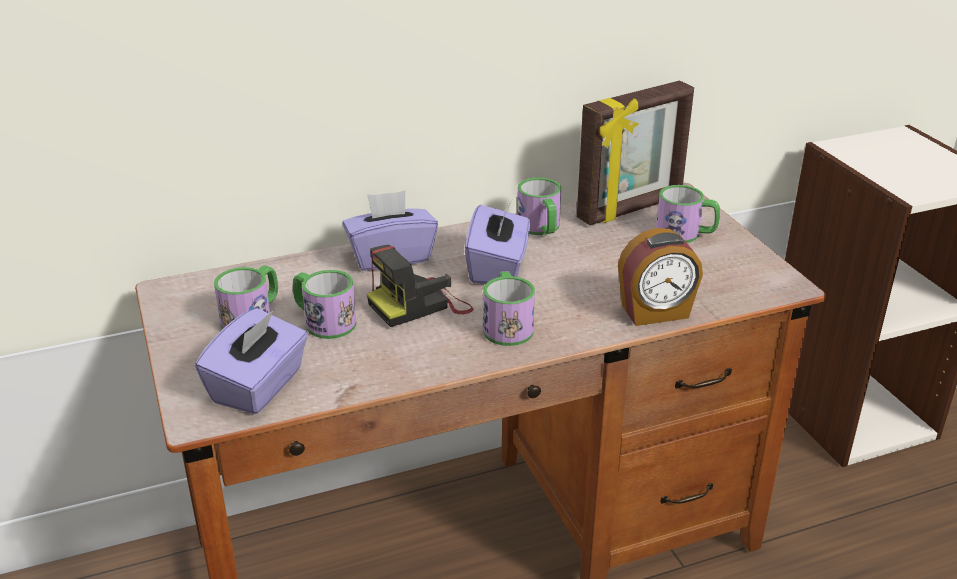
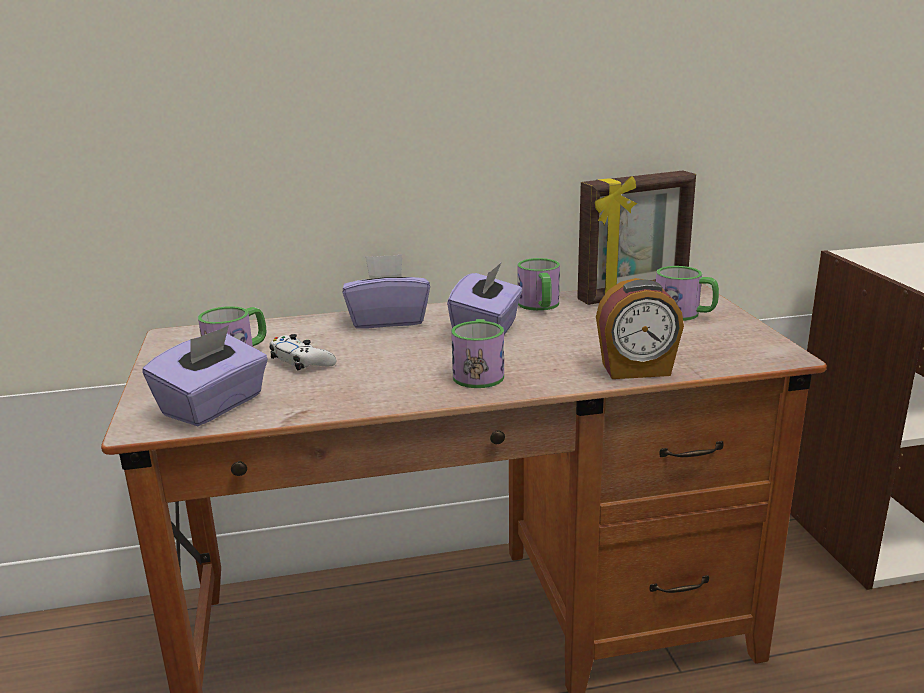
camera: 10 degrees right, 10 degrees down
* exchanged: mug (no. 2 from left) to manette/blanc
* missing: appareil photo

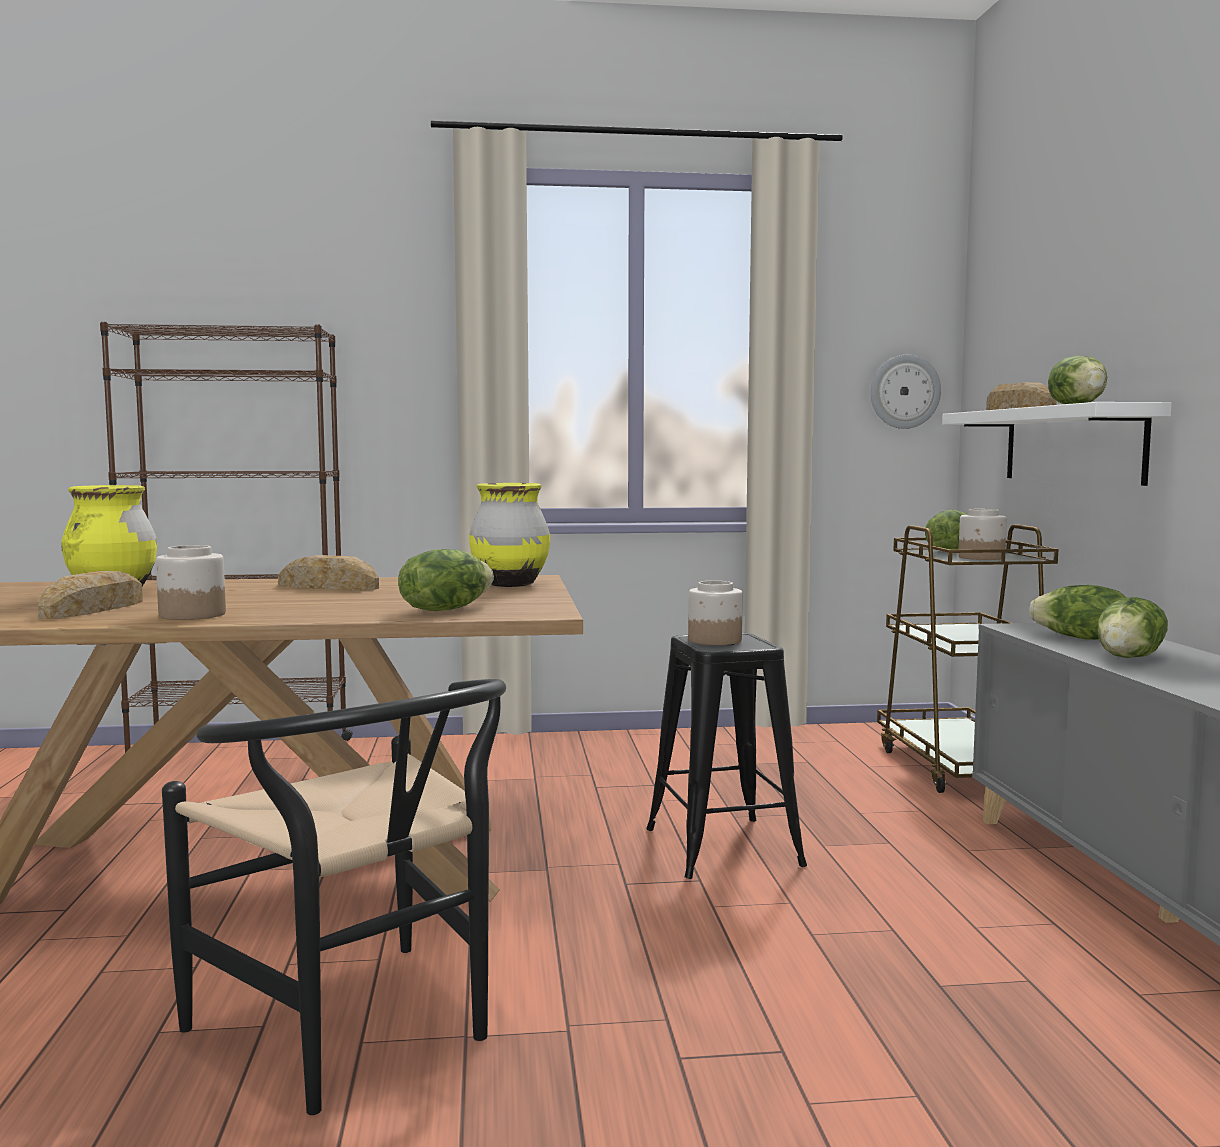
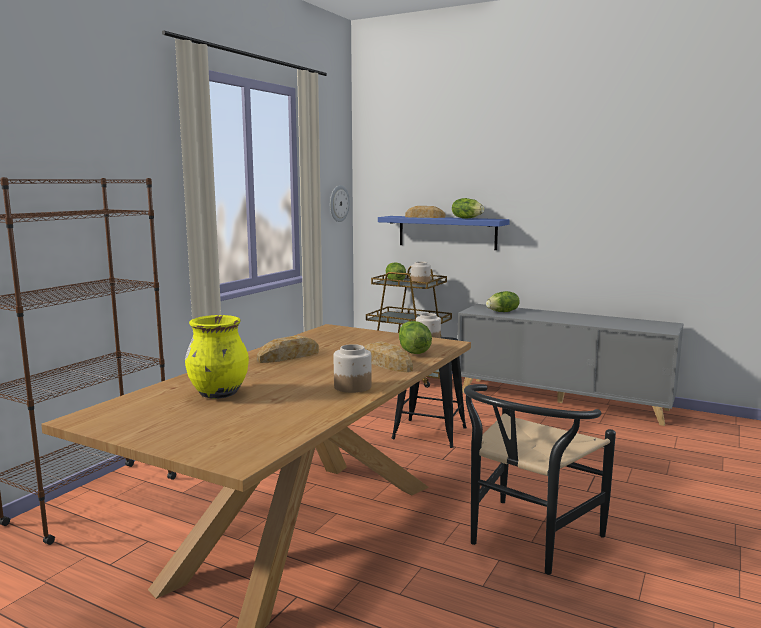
camera: 55 degrees left, 5 degrees up
* relocated: pain (no. 1 from left in the first image) to pain (no. 2 from left)
* spun: chaise/noir 135 degrees clockwise
* missing: vase/jaune (no. 2 from left)
* colour: étagère/blanc to étagère/bleu
* missing: laitue (no. 5 from left)

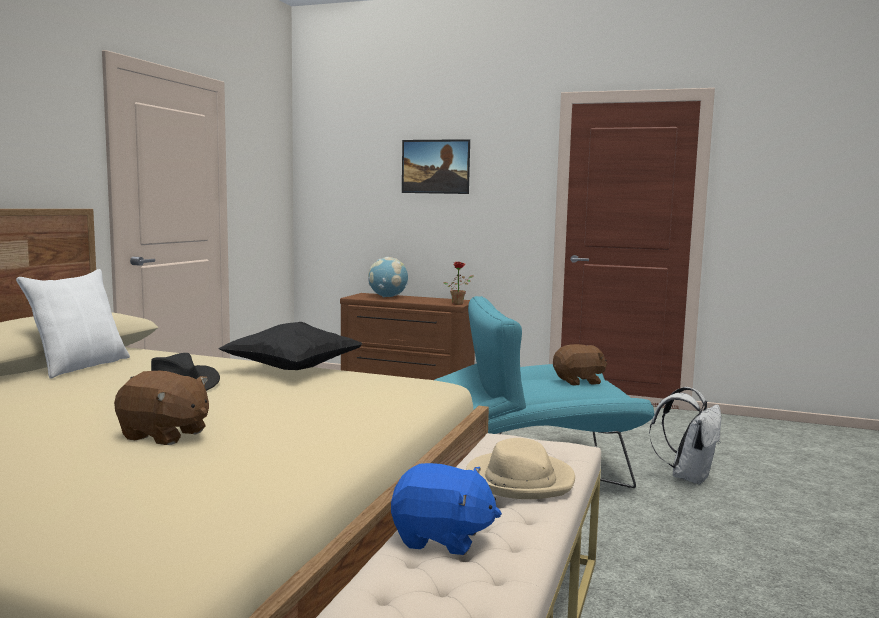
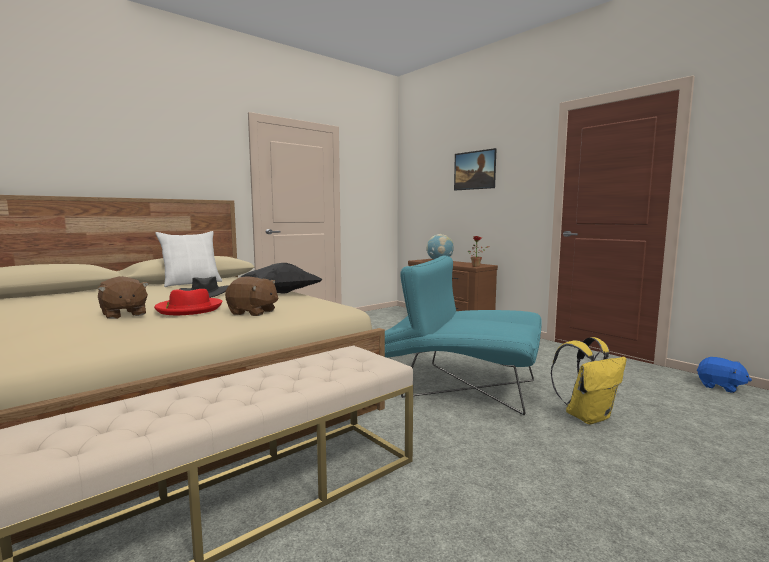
camera: 30 degrees right, 0 degrees up
* relocated: peluche/bleu
* missing: chapeau/beige
* relocated: peluche/marron (no. 2 from left)
* colour: sac à dos/blanc to sac à dos/jaune
* appeared: chapeau/rouge

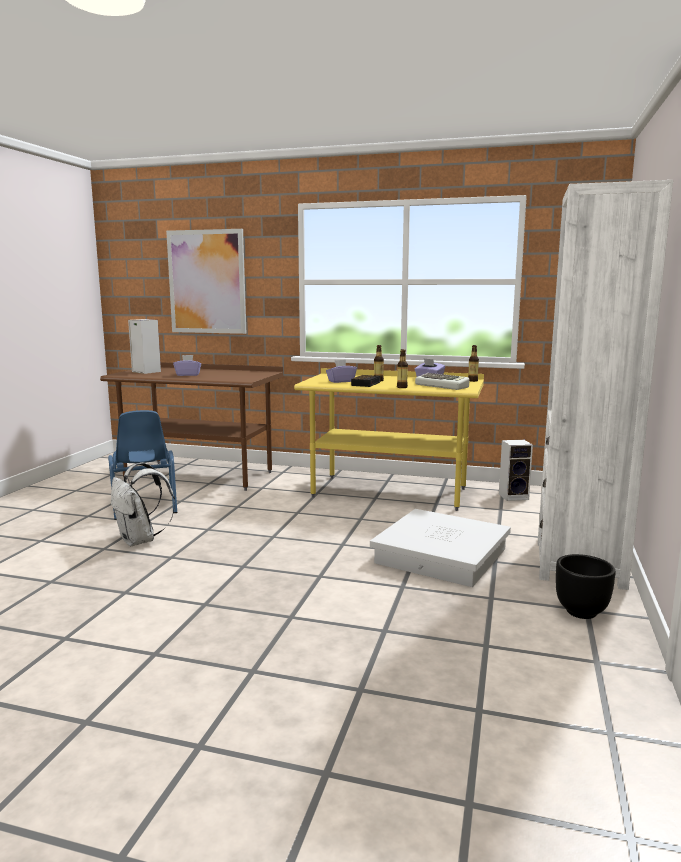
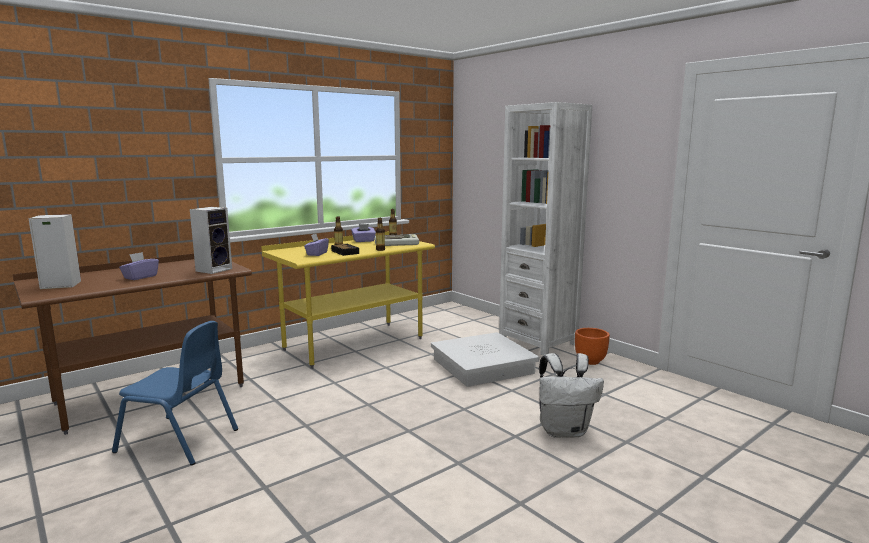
camera: 55 degrees left, 0 degrees up
* relocated: sac à dos/blanc
* missing: tableau
* relocated: enceinte (no. 2 from left)
* colour: cache-pot/noir to cache-pot/orange

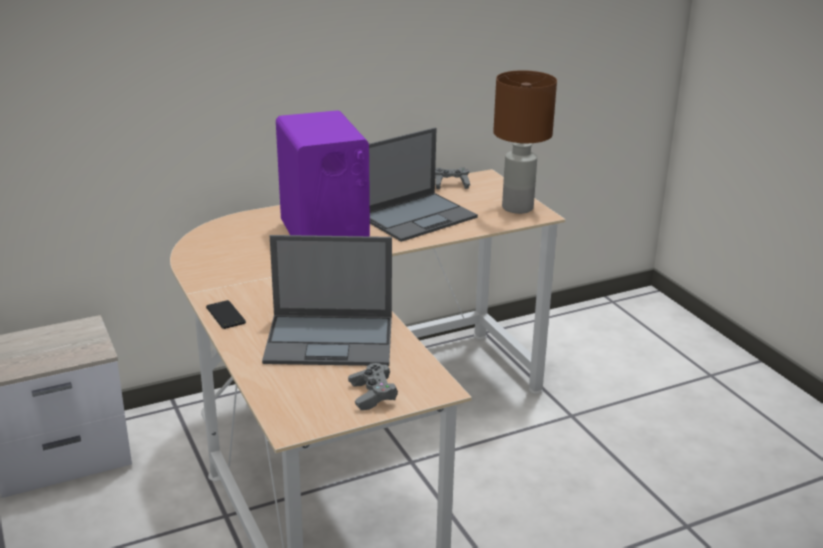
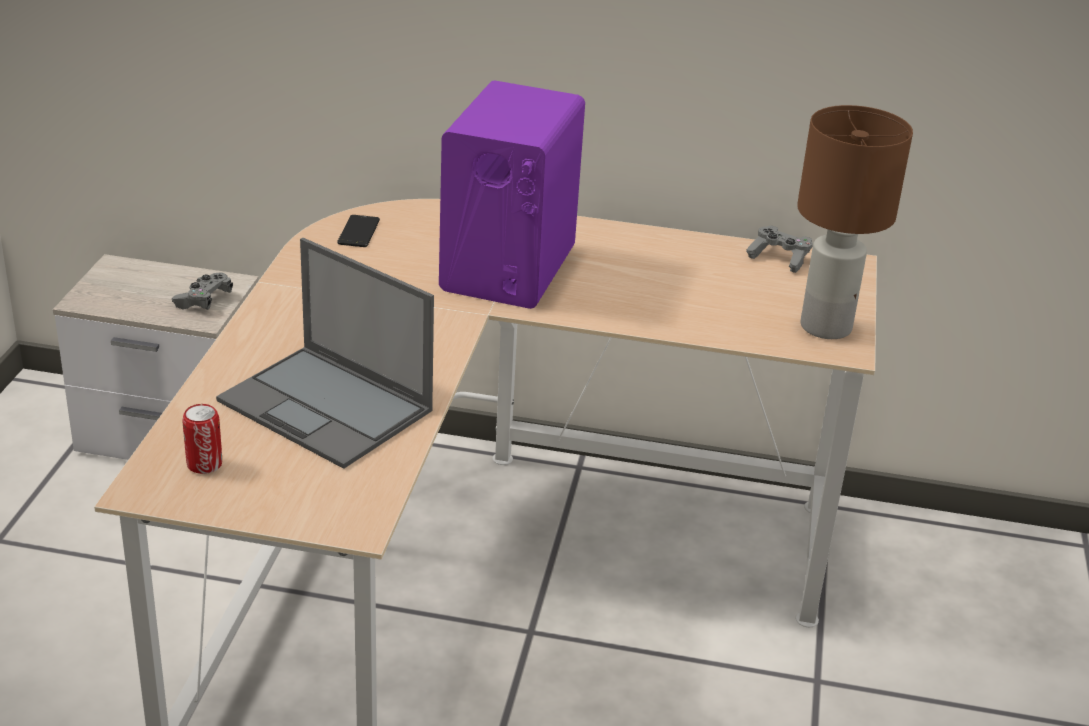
camera: 35 degrees right, 5 degrees up
* relocated: téléphone
* relocated: manette/gris (no. 1 from left)
* missing: ordinateur portable (no. 2 from left)
* appeared: boîte métallique

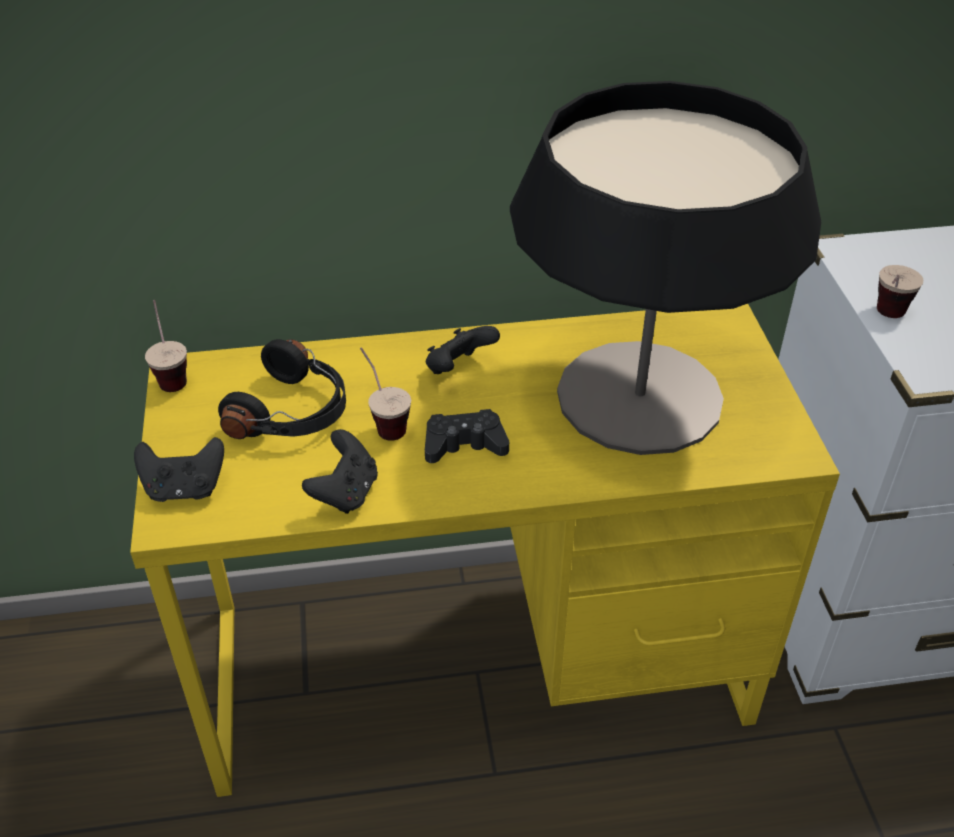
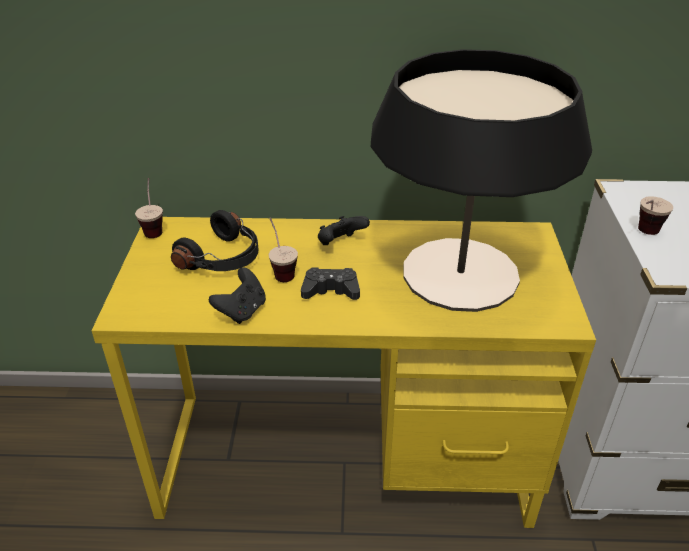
camera: 10 degrees right, 5 degrees down
* missing: manette/noir (no. 1 from left)

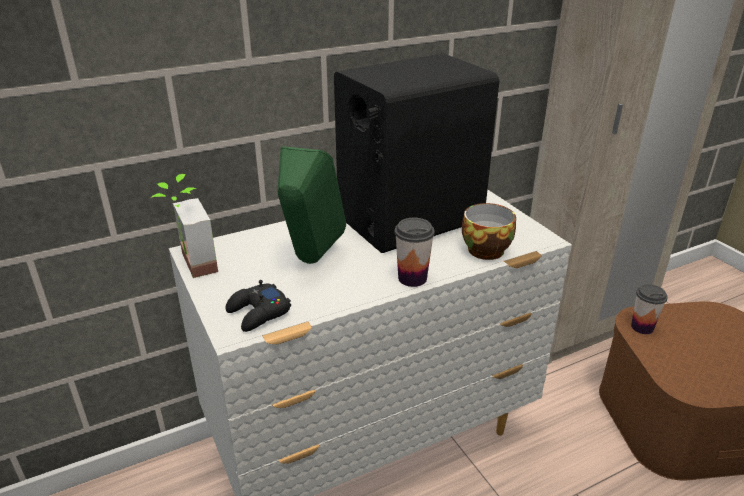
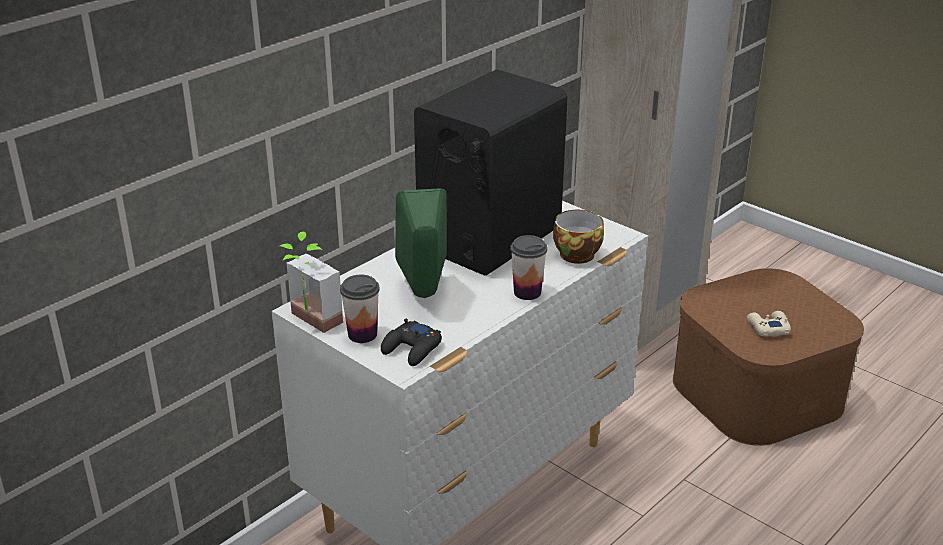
camera: 20 degrees left, 0 degrees up
* relocated: tasse (no. 3 from left in the first image) to tasse (no. 1 from left)
* appeared: manette/beige

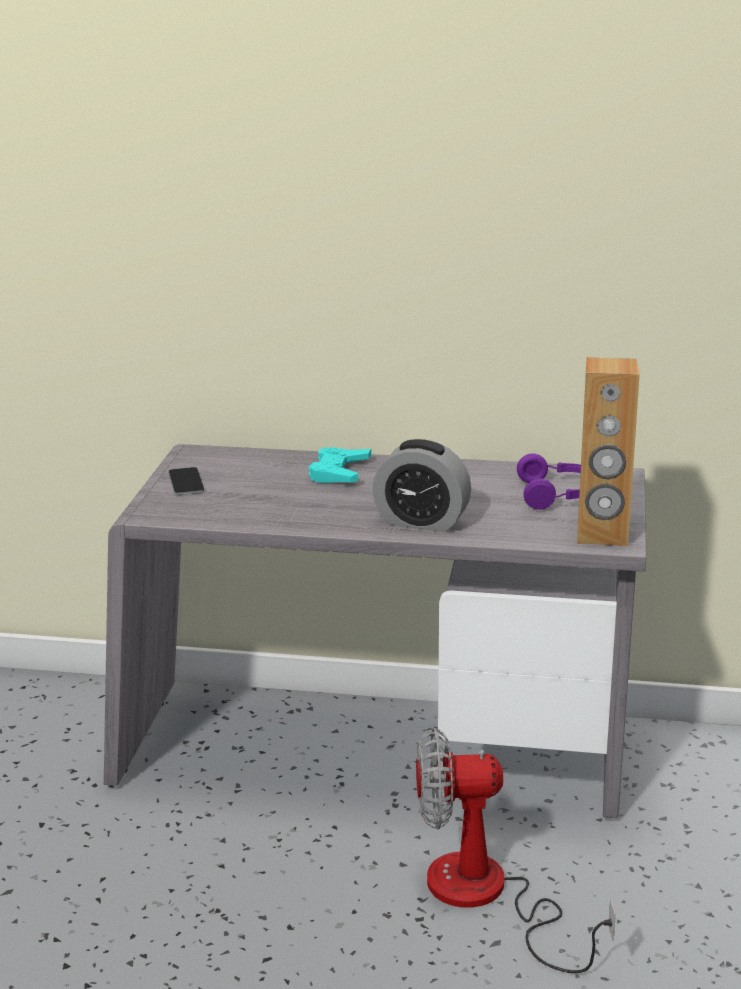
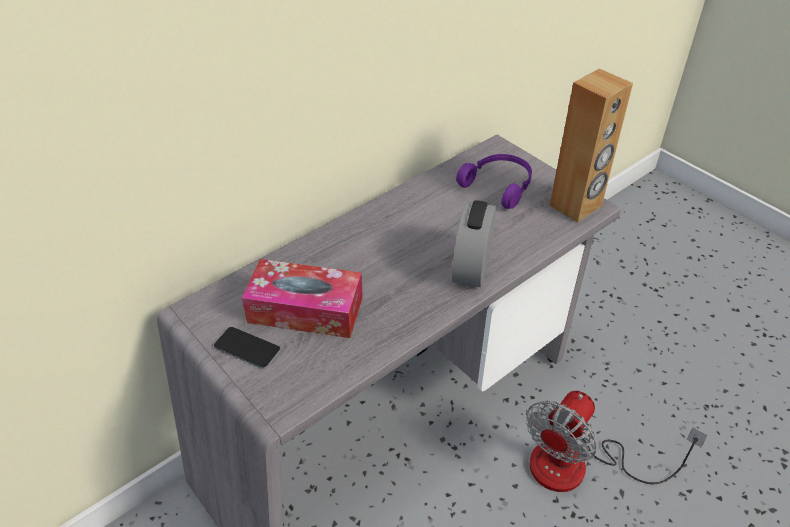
camera: 50 degrees left, 20 degrees up
* missing: manette/turquoise
* spun: réveil 135 degrees clockwise
* appeared: boîte à mouchoirs

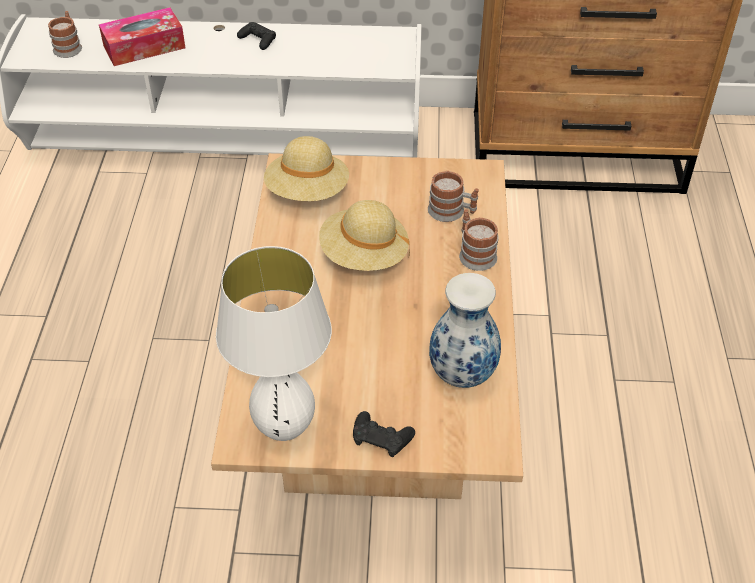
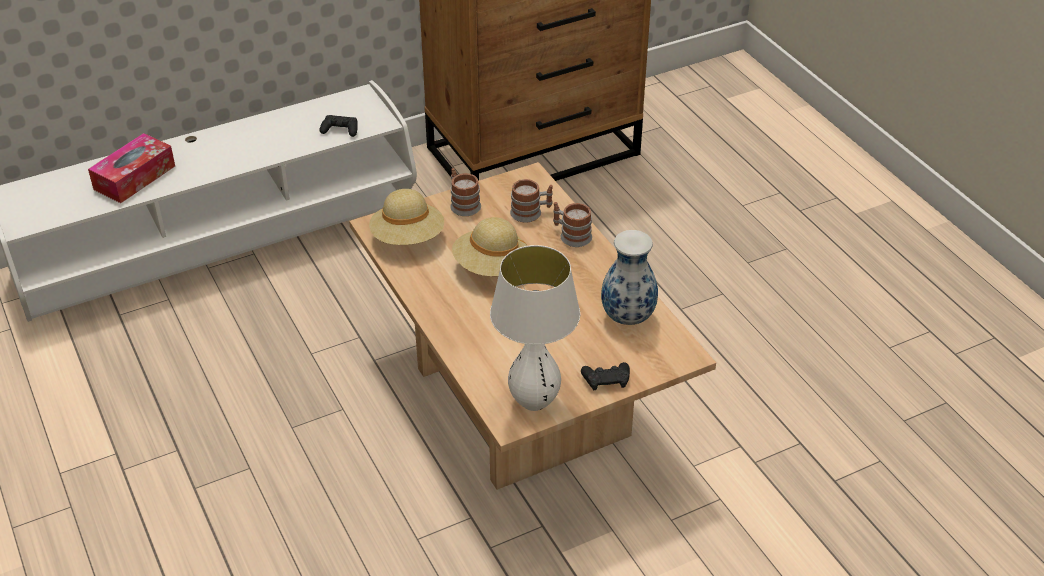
camera: 30 degrees left, 5 degrees down
* relocated: mug (no. 1 from left)
* relocated: manette/noir (no. 1 from left)

